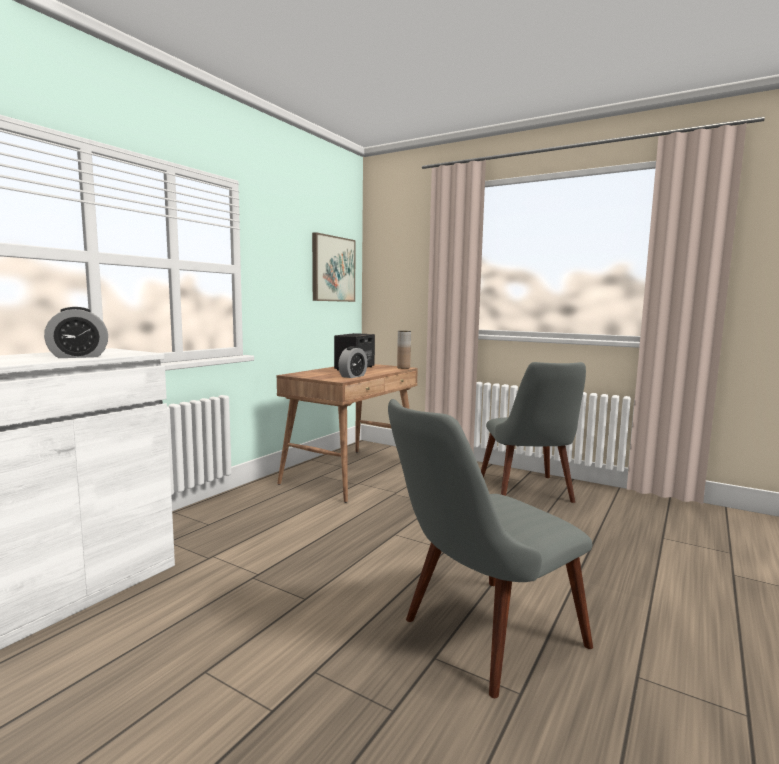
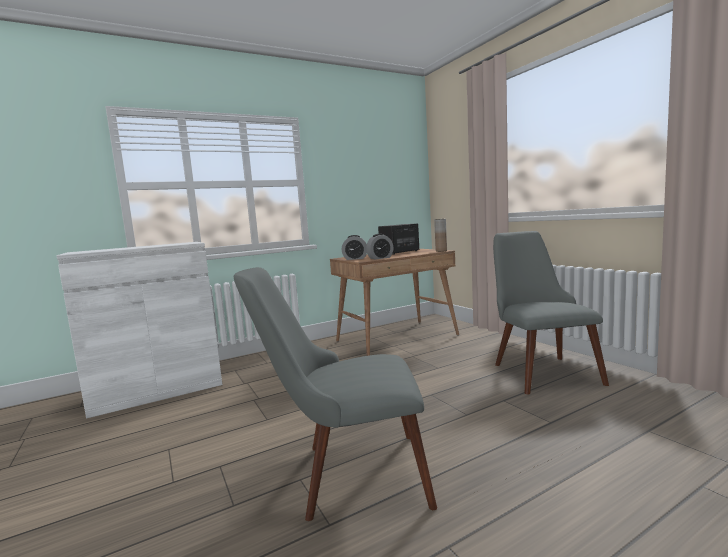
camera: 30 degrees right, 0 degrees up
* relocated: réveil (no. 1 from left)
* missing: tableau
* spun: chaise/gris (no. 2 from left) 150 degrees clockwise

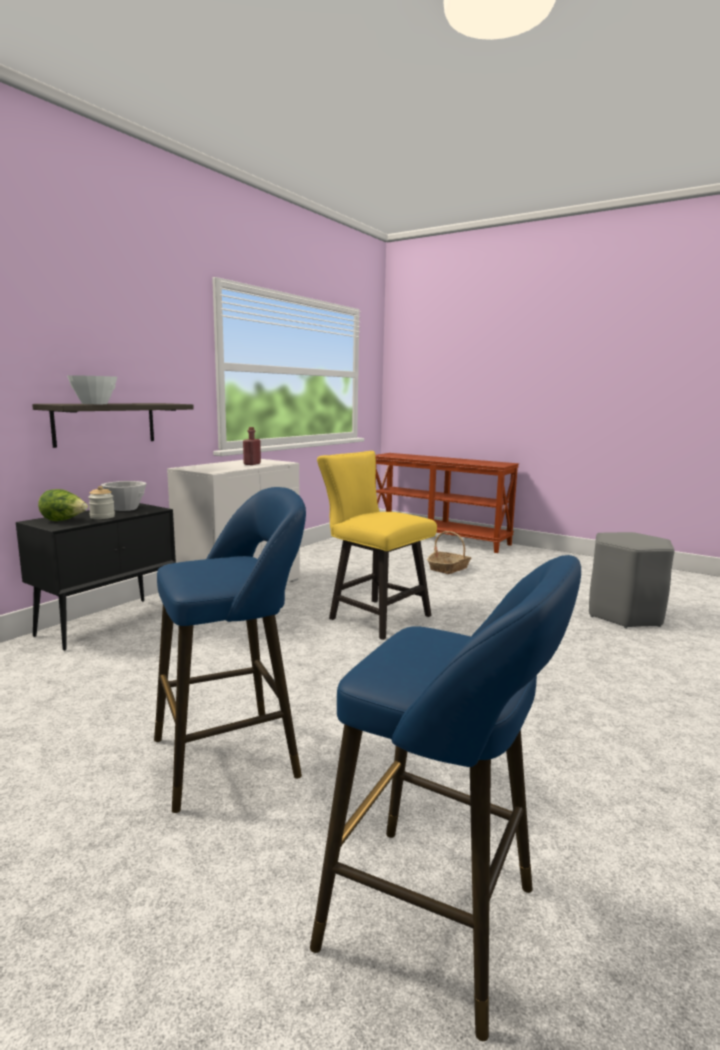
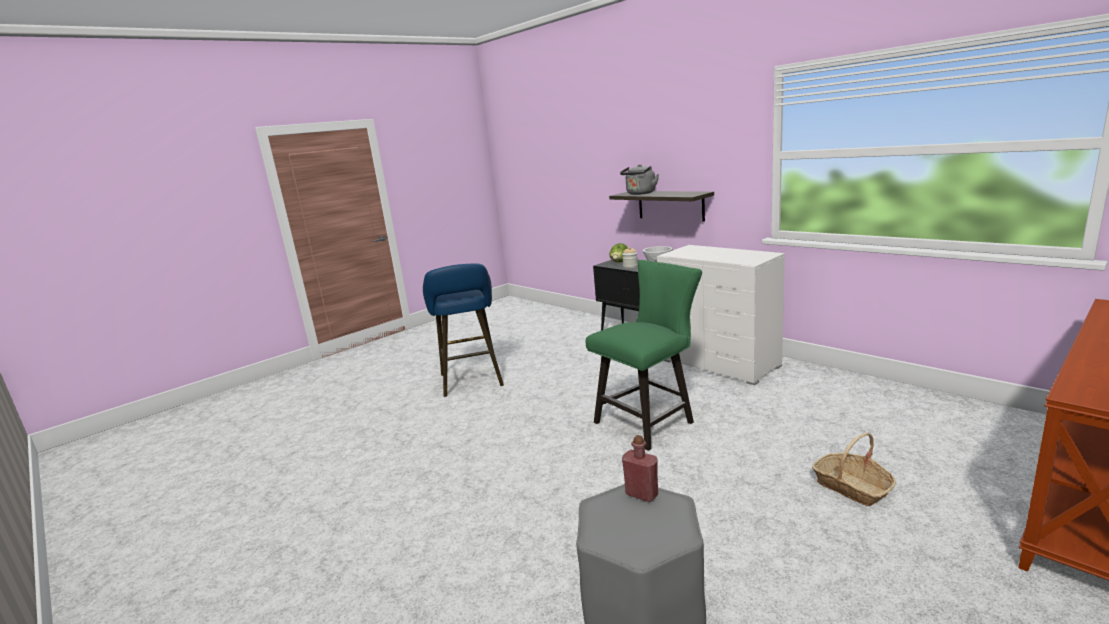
camera: 105 degrees right, 5 degrees up
* exchanged: bol/blanc (no. 1 from left) to bouilloire/gris
* relocated: bouteille/rouge
* missing: tabouret/bleu (no. 2 from left)
* colour: chaise/jaune to chaise/vert

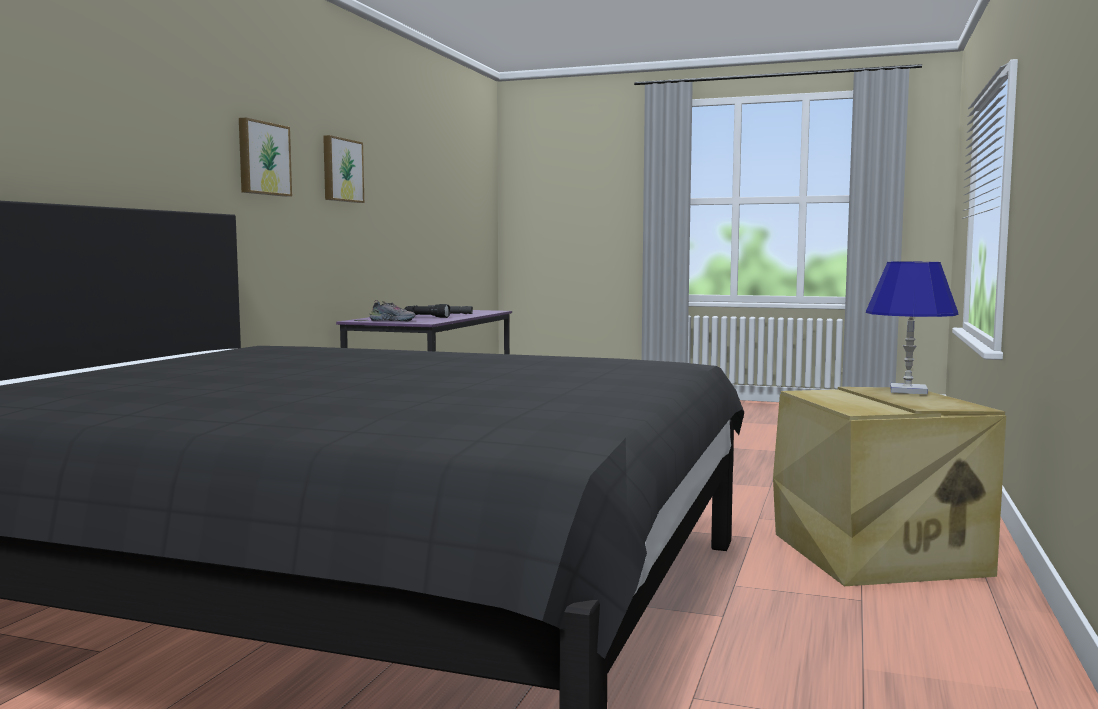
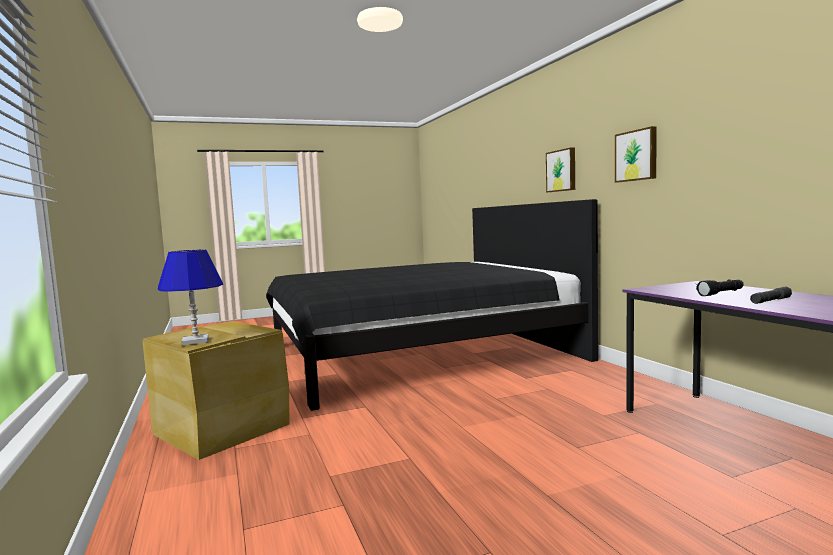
camera: 140 degrees right, 0 degrees up
* relocated: tableau (no. 2 from left in the first image) to tableau (no. 1 from left)
* missing: chaussure

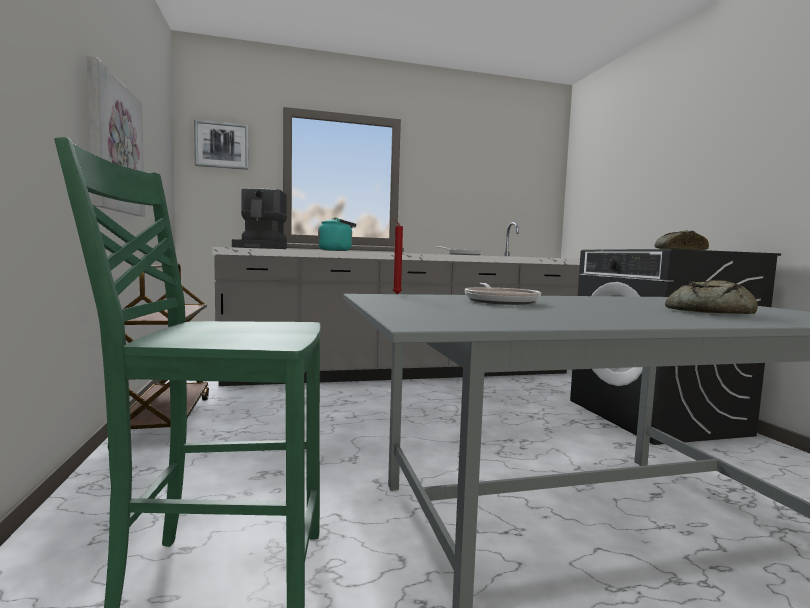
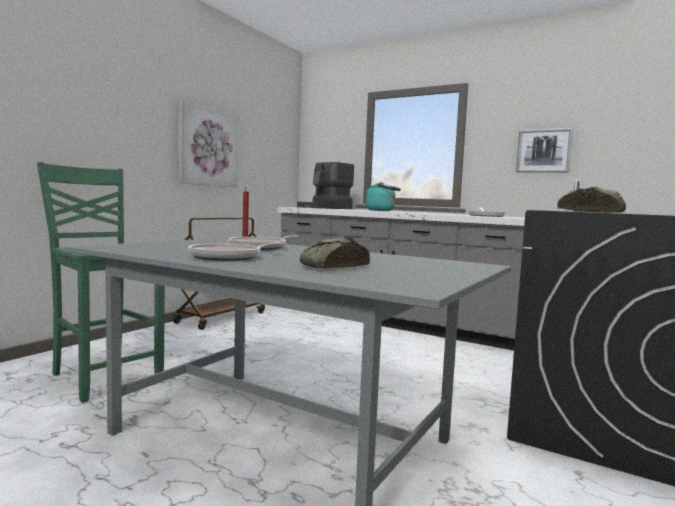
camera: 45 degrees right, 0 degrees up
* relocated: tableau (no. 2 from left)
* appeared: poêle (no. 1 from left)

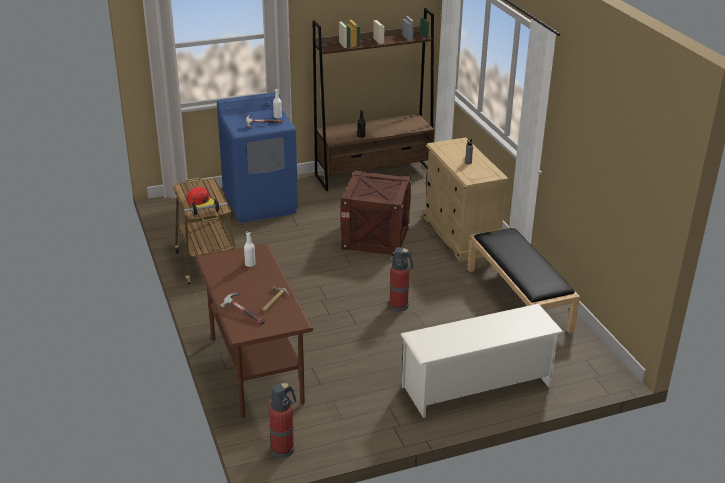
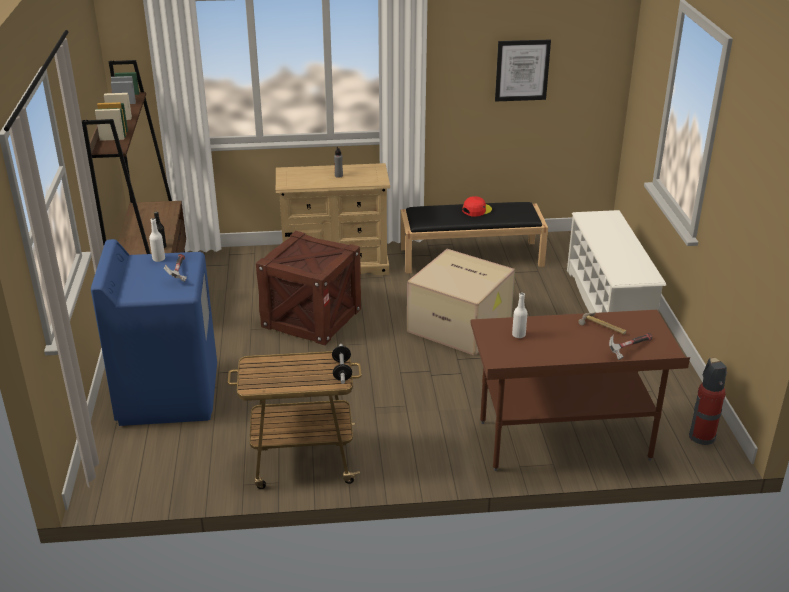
camera: 75 degrees left, 0 degrees up
* relocated: casquette/rouge
* exchanged: extincteur (no. 2 from left) to carton
* appeared: tableau

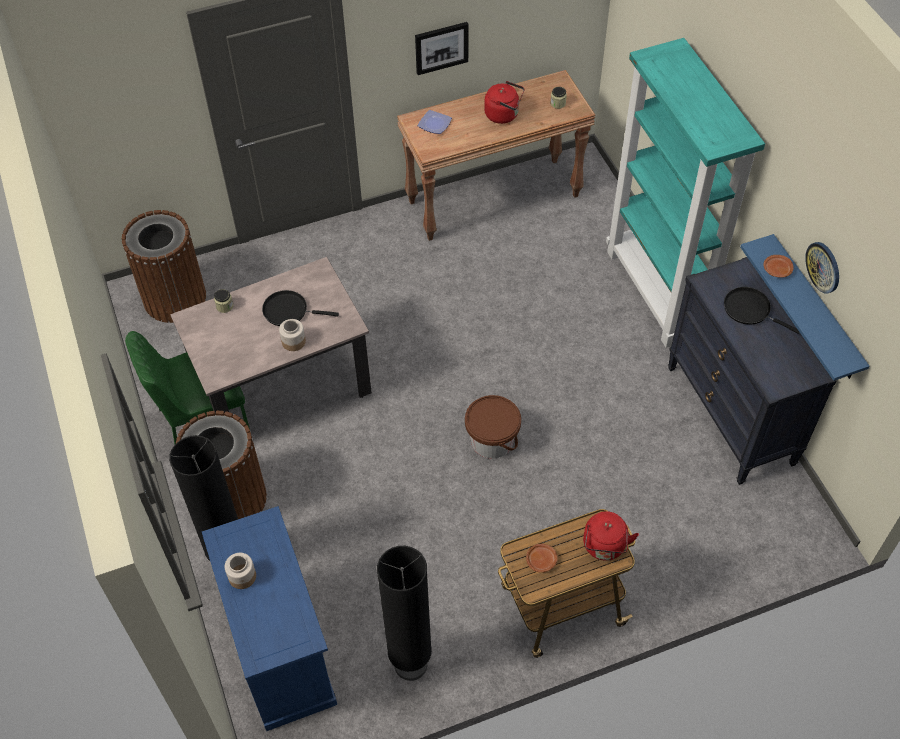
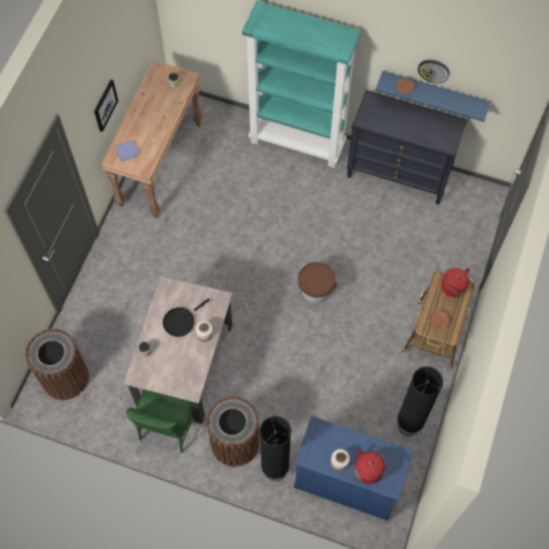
camera: 50 degrees left, 10 degrees up
* relocated: bouilloire/rouge (no. 1 from left)
* missing: poêle/noir (no. 2 from left)

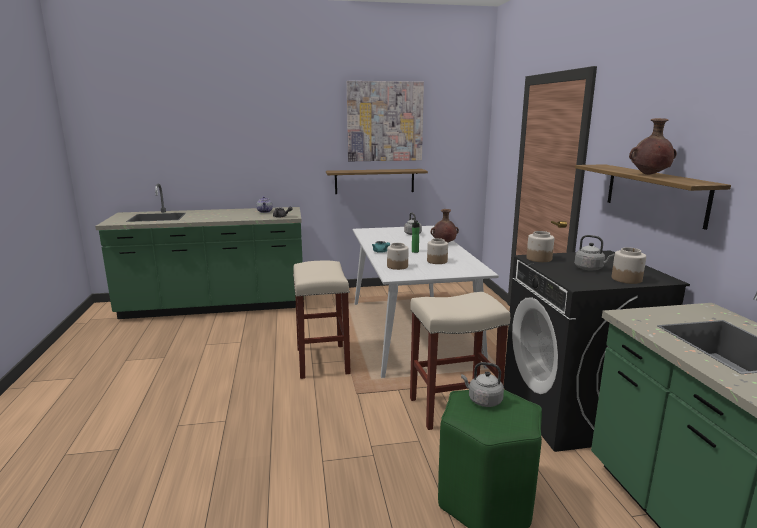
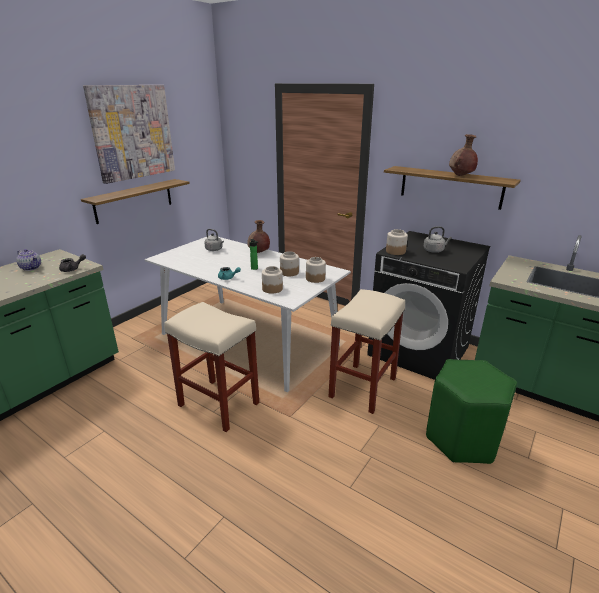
camera: 45 degrees left, 10 degrees up
* missing: bouilloire/gris (no. 2 from left)
* relocated: bocal (no. 4 from left in the first image) to bocal (no. 3 from left)

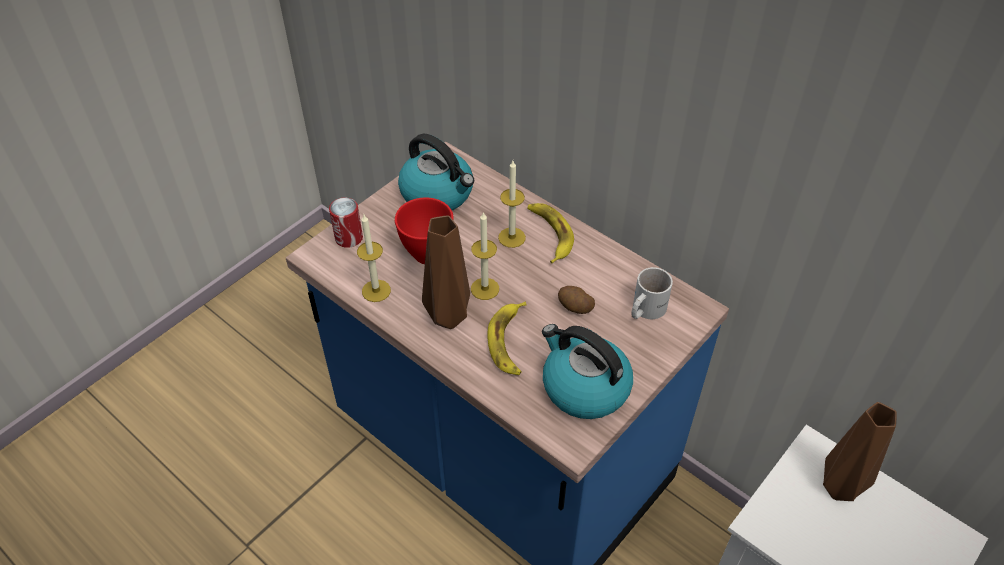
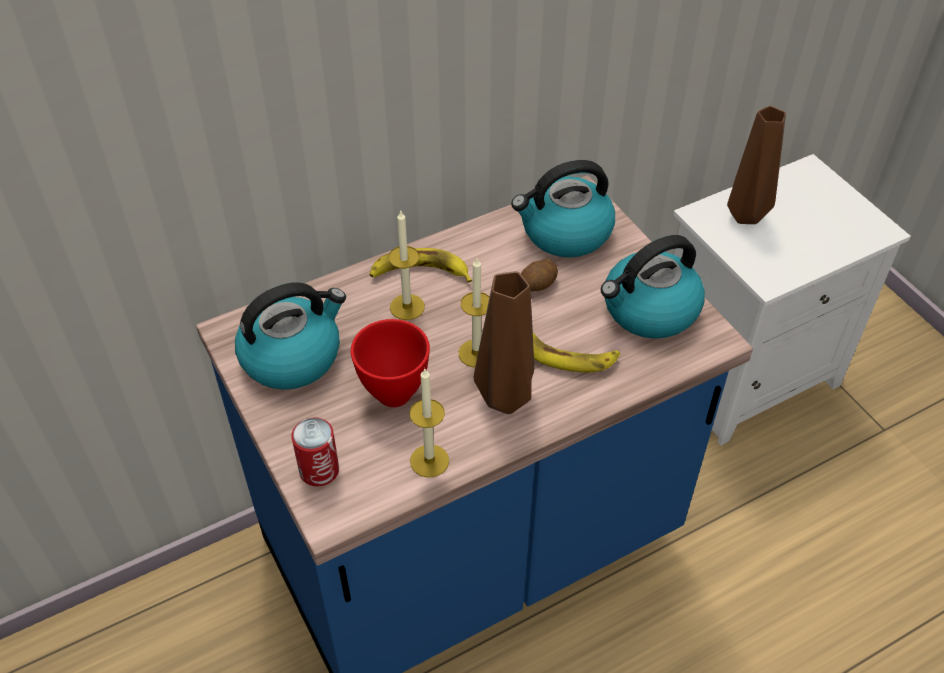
camera: 70 degrees left, 0 degrees up
* exchanged: mug/blanc to bouilloire (no. 2 from left)

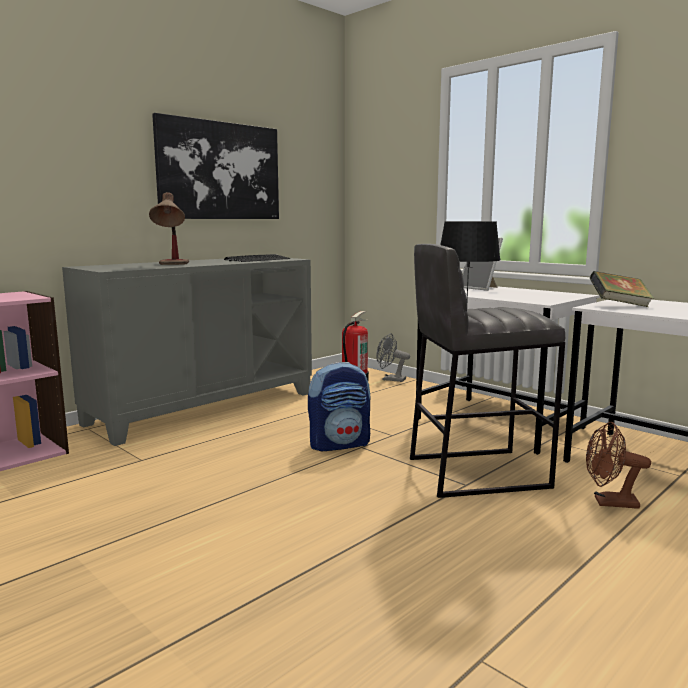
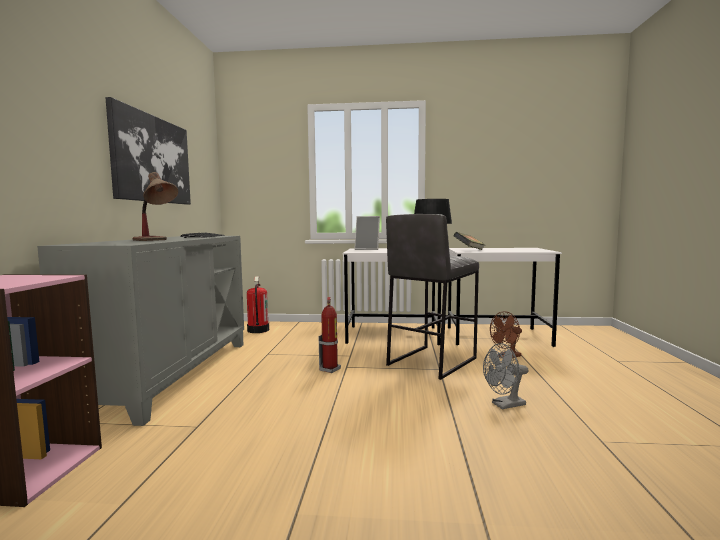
camera: 40 degrees left, 5 degrees down
* exchanged: sac à dos to extincteur (no. 2 from left)
* relocated: ventilateur/gris

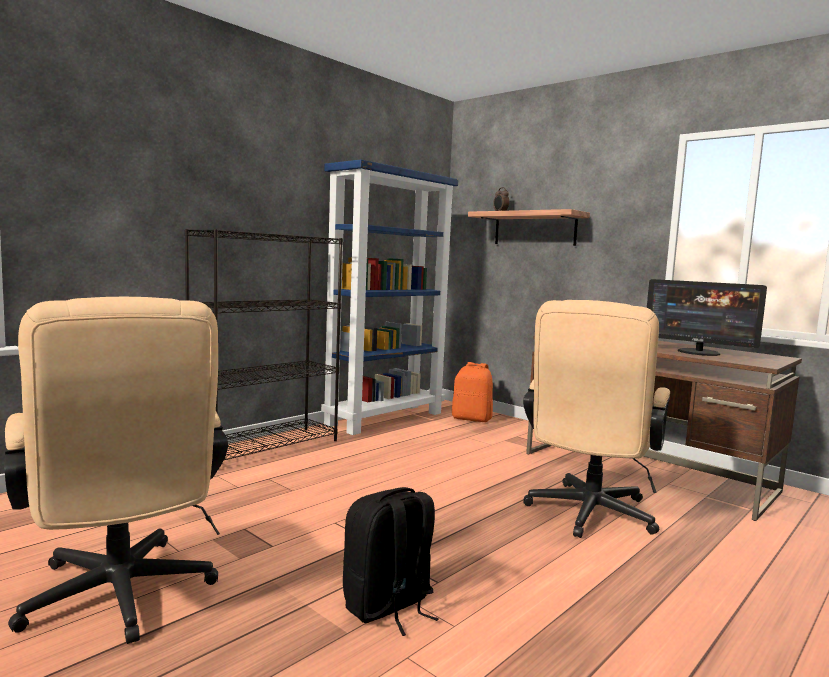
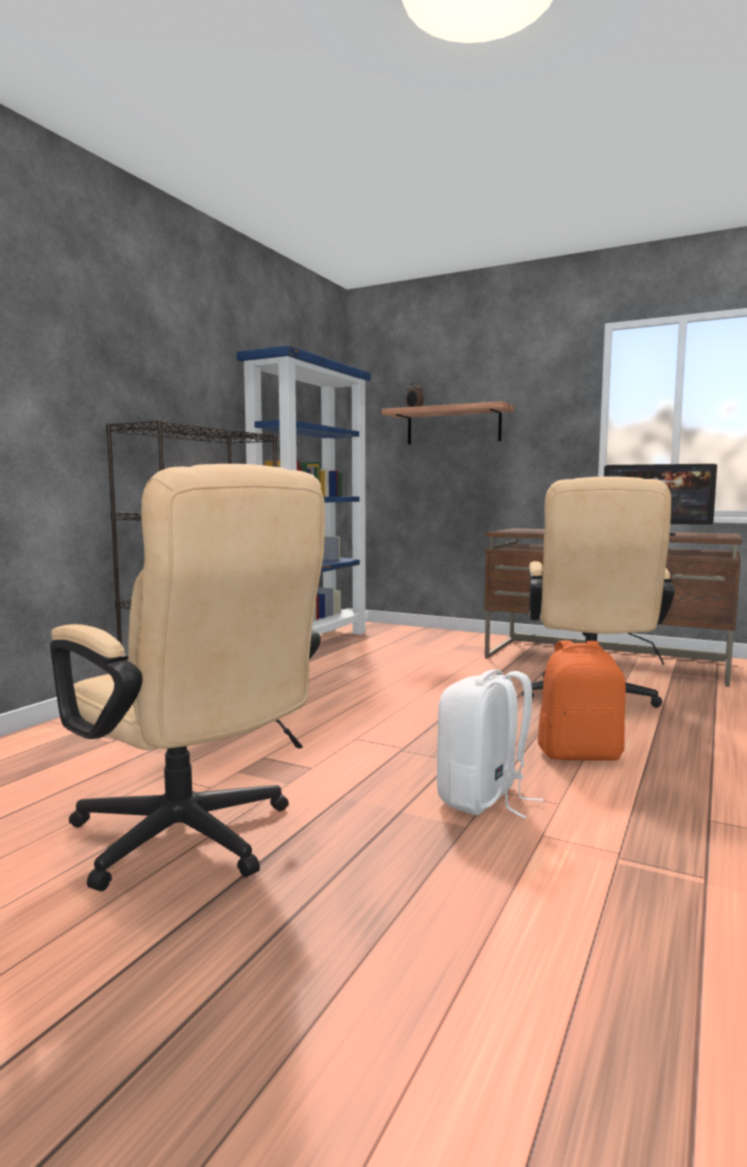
camera: 15 degrees left, 0 degrees up
* colour: sac à dos/noir to sac à dos/blanc
* relocated: sac à dos/orange

